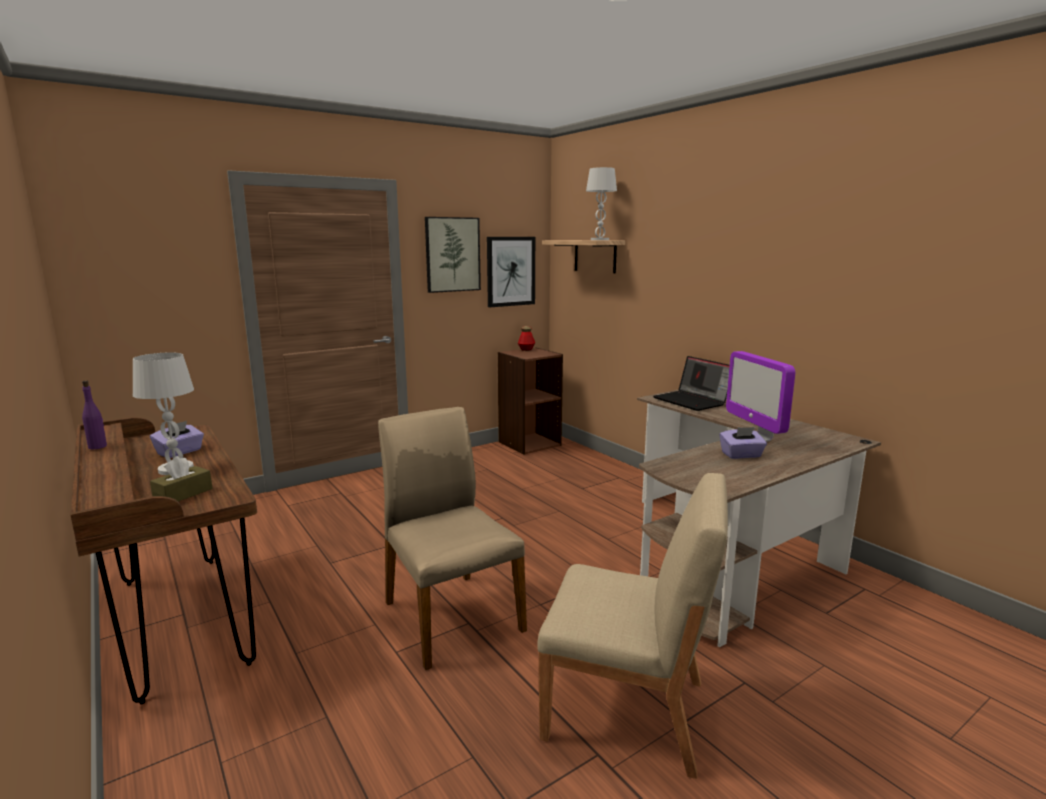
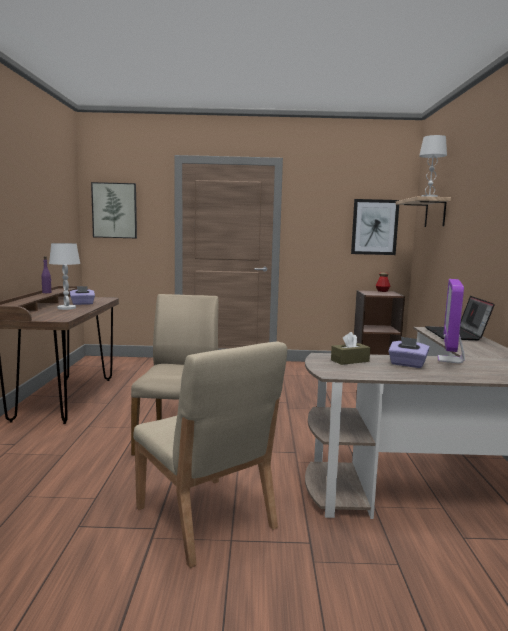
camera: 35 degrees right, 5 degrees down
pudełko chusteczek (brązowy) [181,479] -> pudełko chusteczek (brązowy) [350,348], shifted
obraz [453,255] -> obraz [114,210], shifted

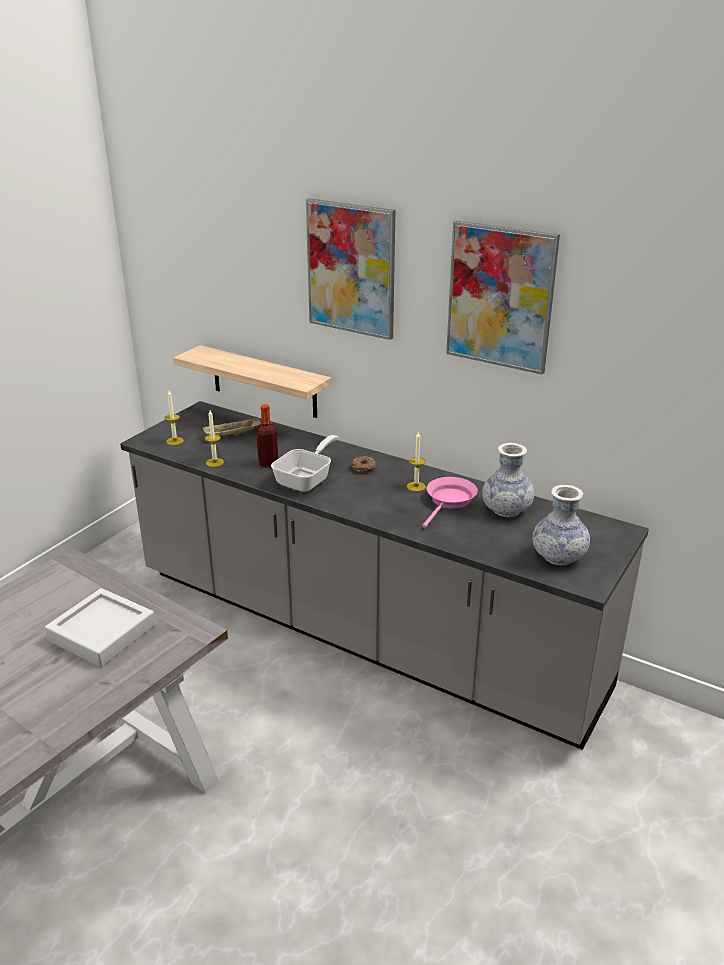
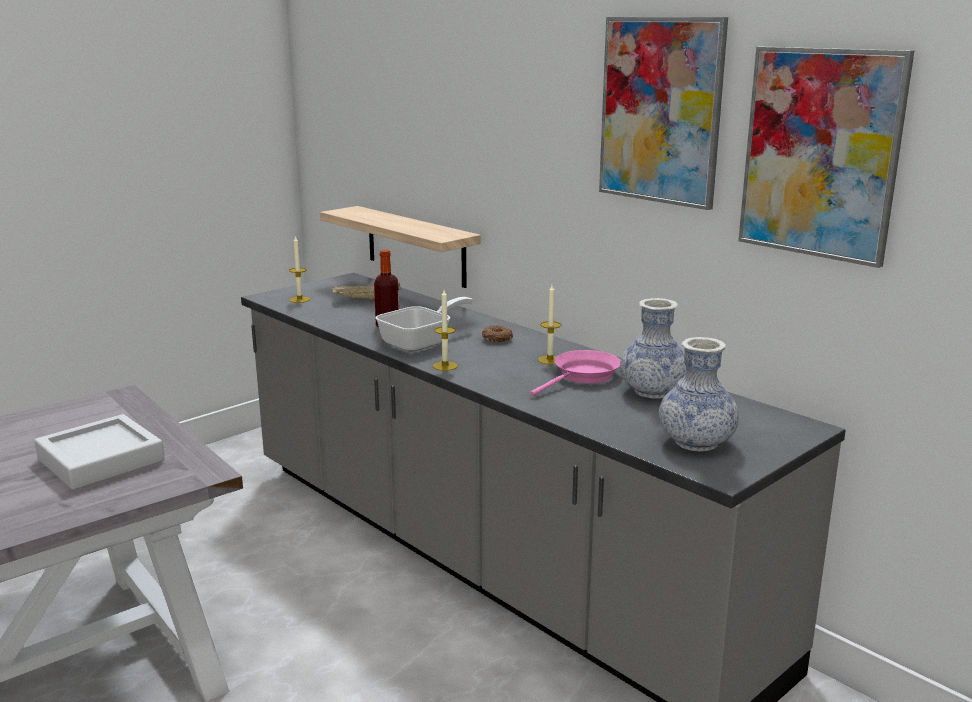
camera: 15 degrees right, 10 degrees down
świeca [214,438] -> świeca [445,330], shifted
obraz [351,269] -> obraz [826,157], shifted

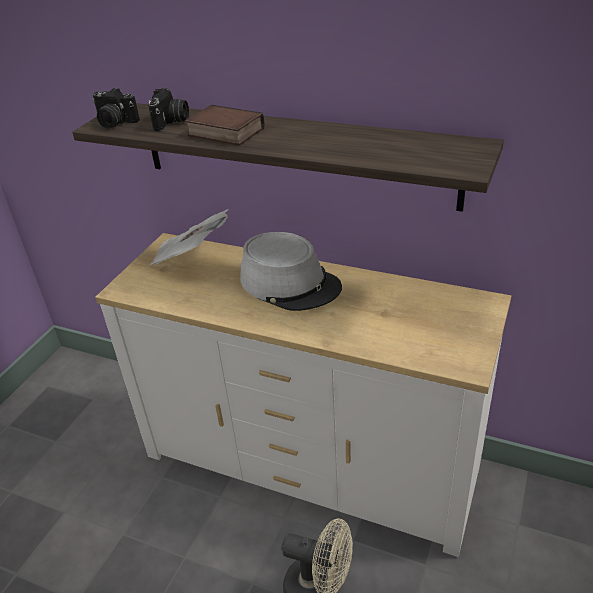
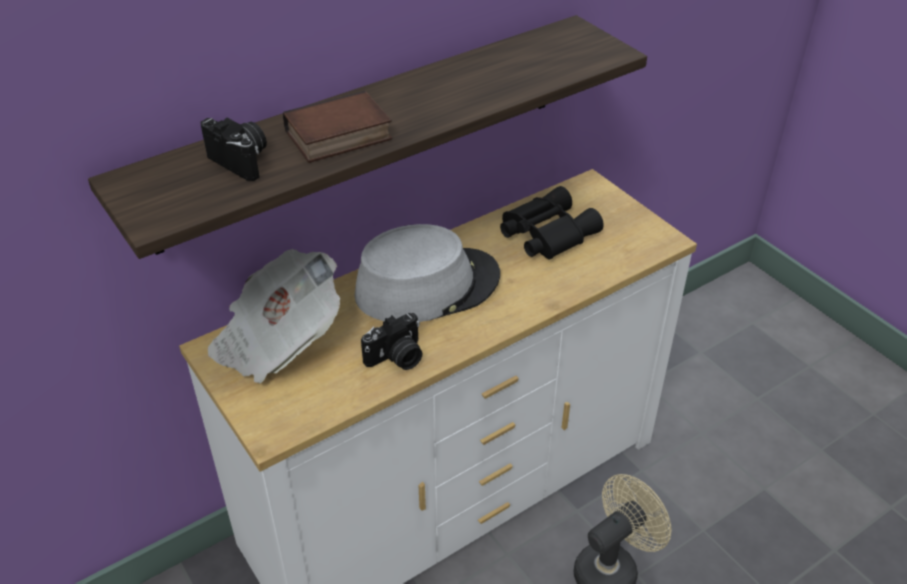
camera: 60 degrees left, 5 degrees up
none -> lornetka (czarny) [552,223]
aparat fotograficzny [116,108] -> aparat fotograficzny [392,341], shifted

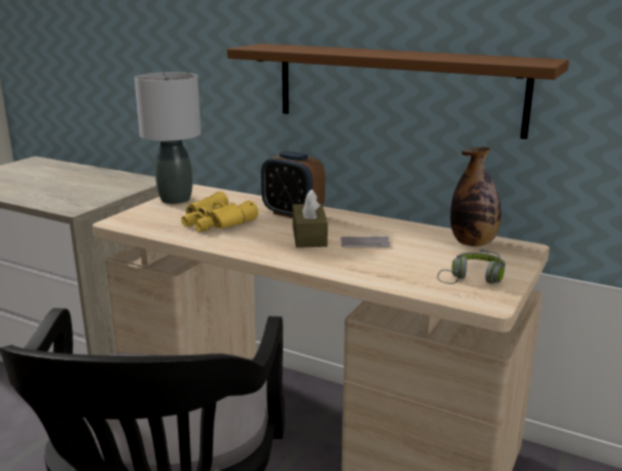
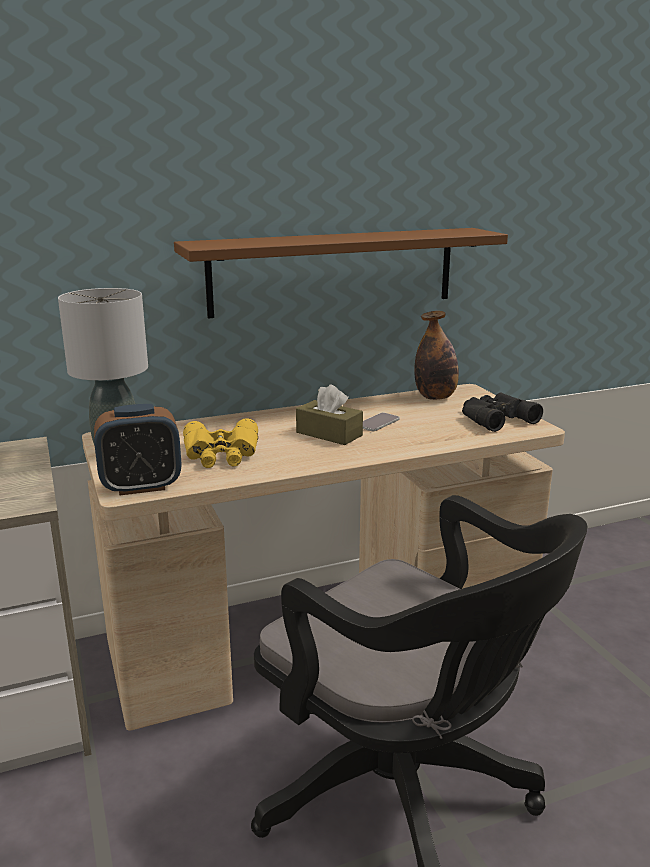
camera: 50 degrees left, 0 degrees up
budzik [293,184] -> budzik [137,450], shifted
słuchawki (szary) [471,266] -> lornetka (czarny) [502,412]

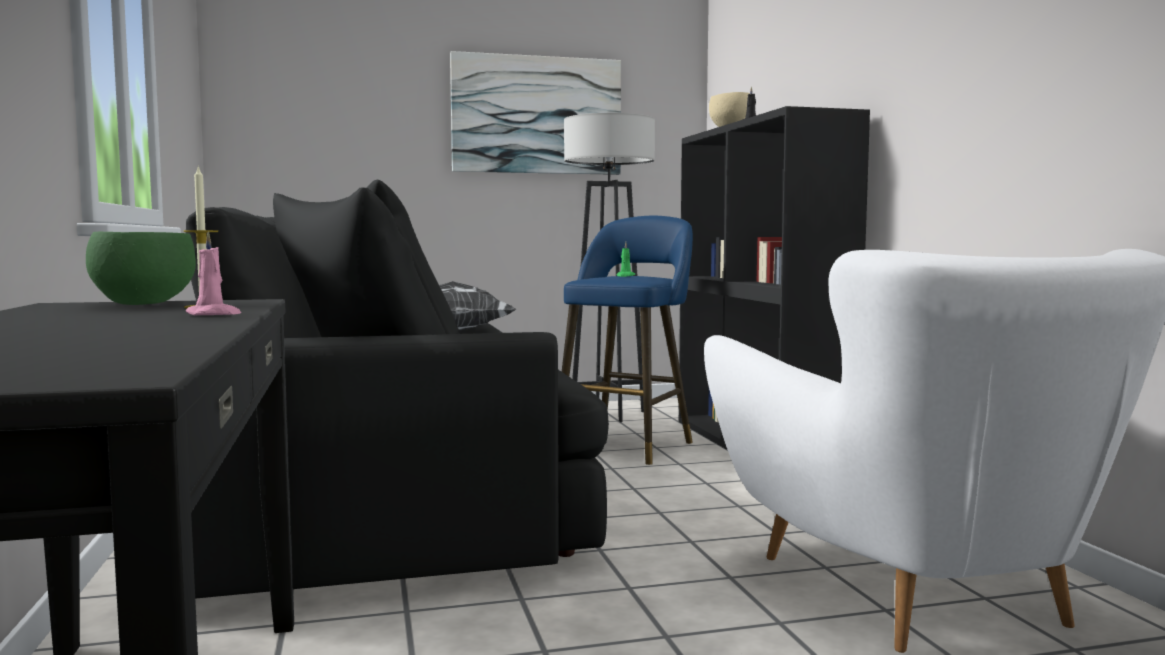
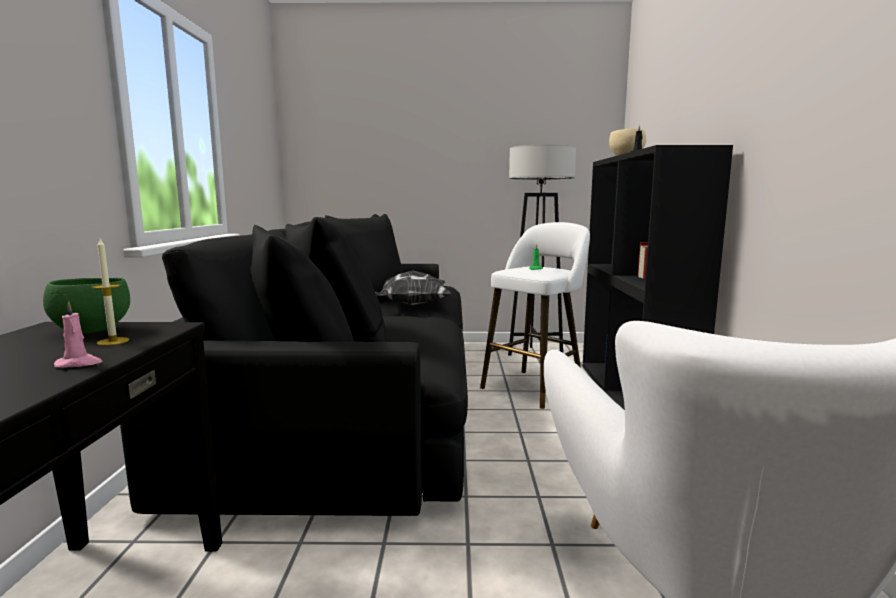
camera: 15 degrees right, 5 degrees up
obraz [535,113] -> none
stołek (niebieski) [627,340] -> stołek (biały) [535,315]

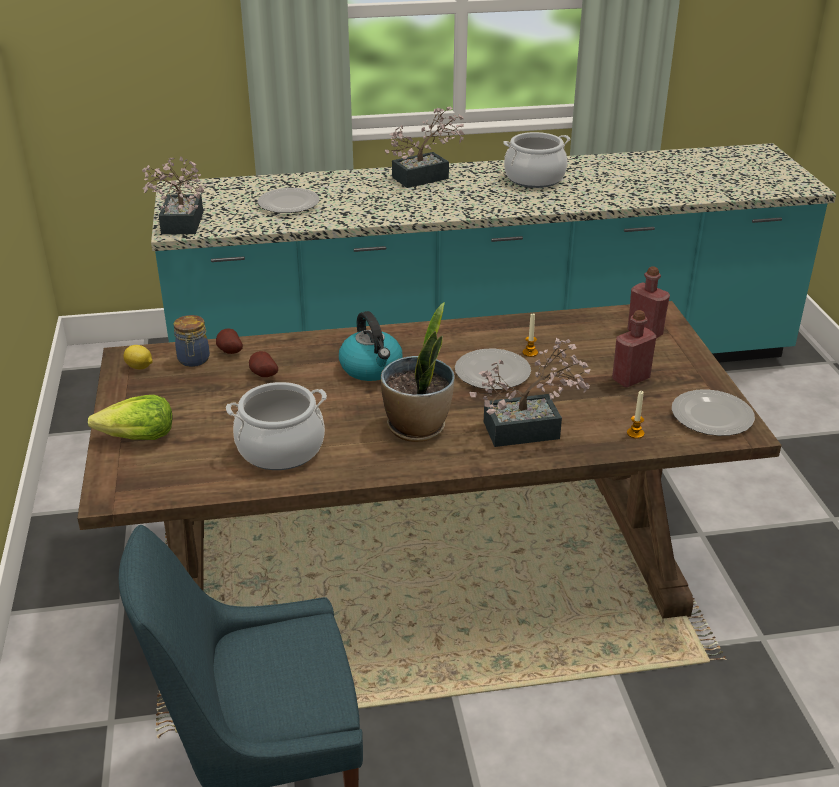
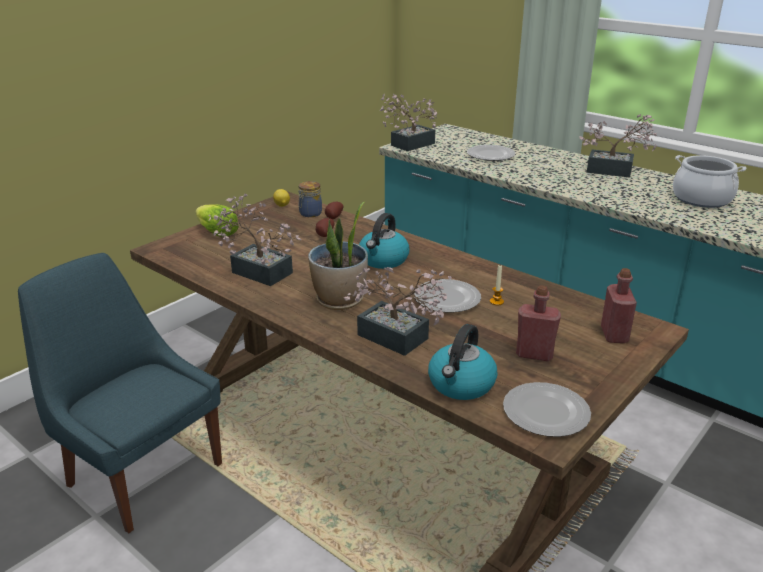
camera: 50 degrees right, 5 degrees down
garnek [276,426] -> roślina doniczkowa [255,240]
świeca [635,415] -> czajnik [462,362]

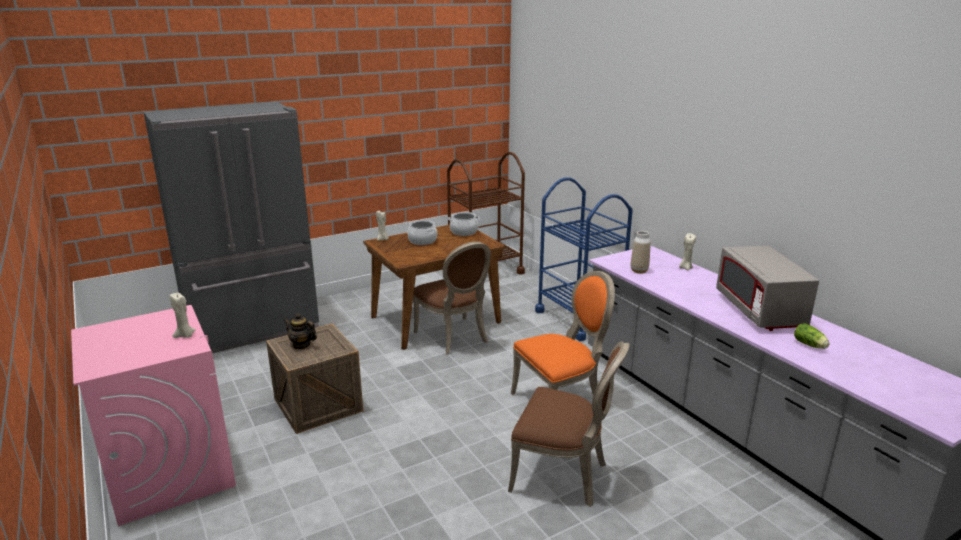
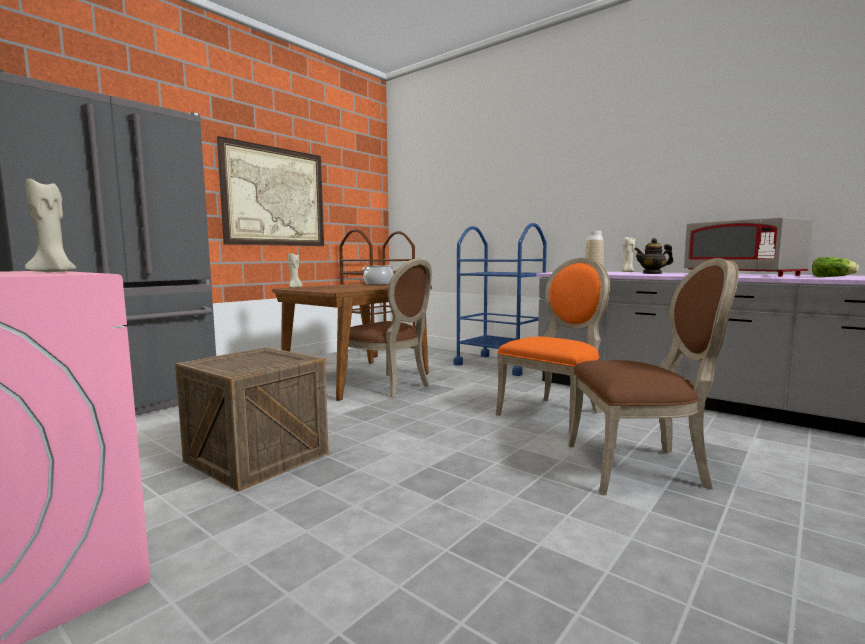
camera: 20 degrees left, 15 degrees down
garnek [422,232] -> none
none -> obraz [270,191]
imbryk [300,331] -> imbryk [653,256], shifted

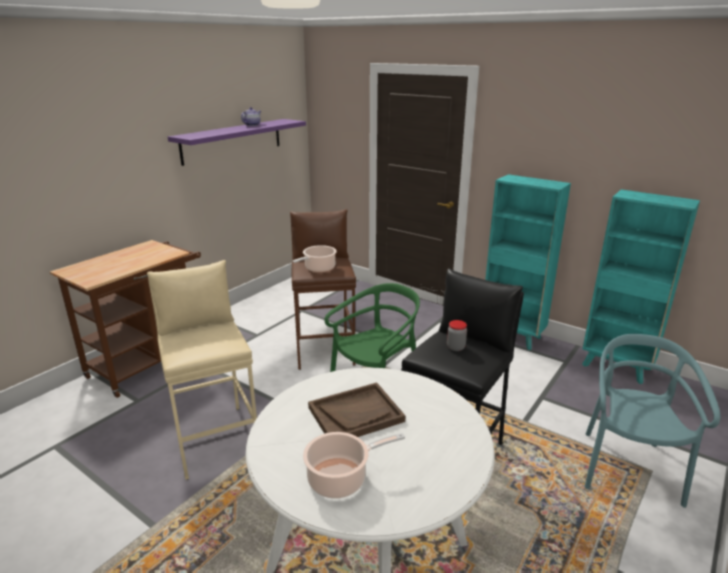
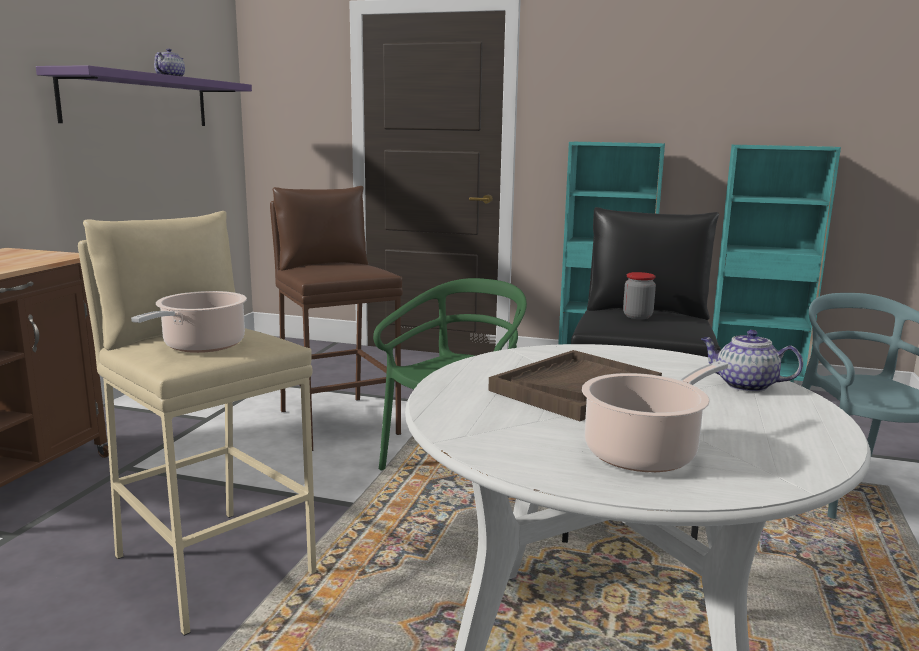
camera: 20 degrees left, 10 degrees down
none -> imbryk [752,361]
garnek [315,258] -> garnek [189,322], shifted

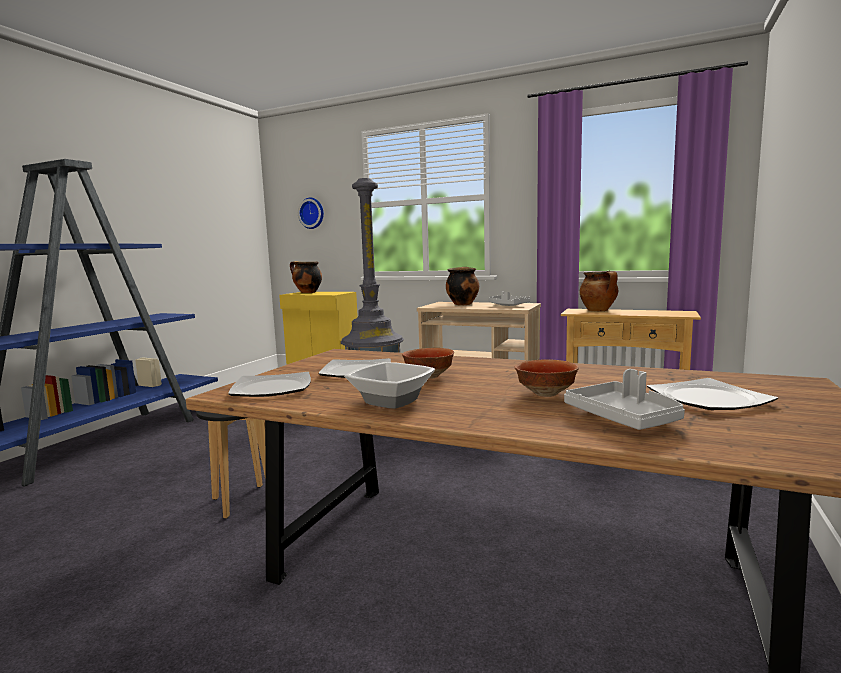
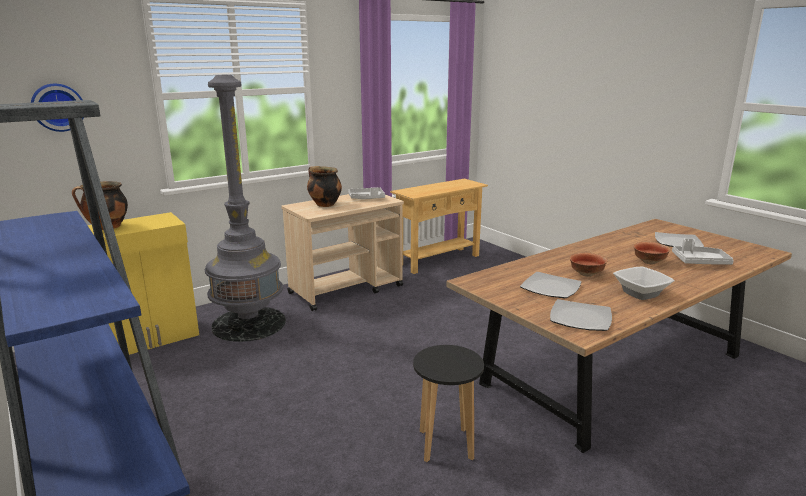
camera: 60 degrees left, 10 degrees up
garnek [598,291] -> none

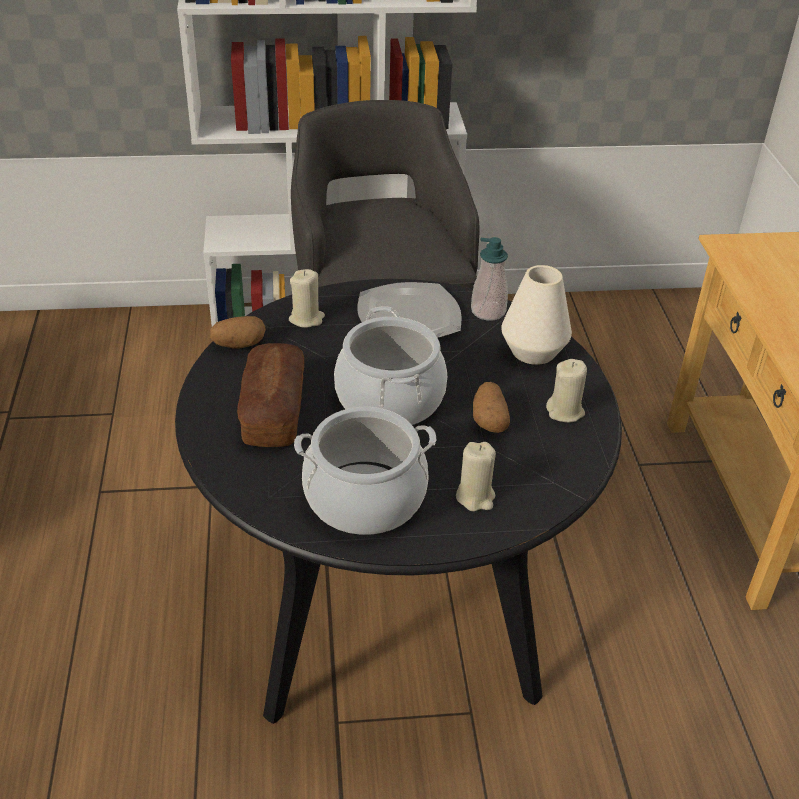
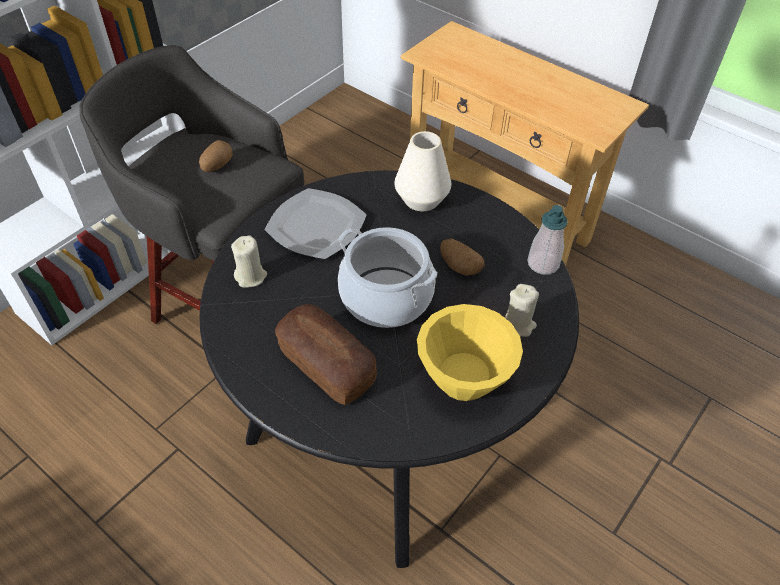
camera: 45 degrees left, 10 degrees up
świeca (beżowy) [566,391] -> none
ziemniak [238,332] -> ziemniak [216,156], shifted
dozownik mydła [489,278] -> dozownik mydła [548,240], shifted
garnek [365,471] -> miska (żółty) [470,352]

